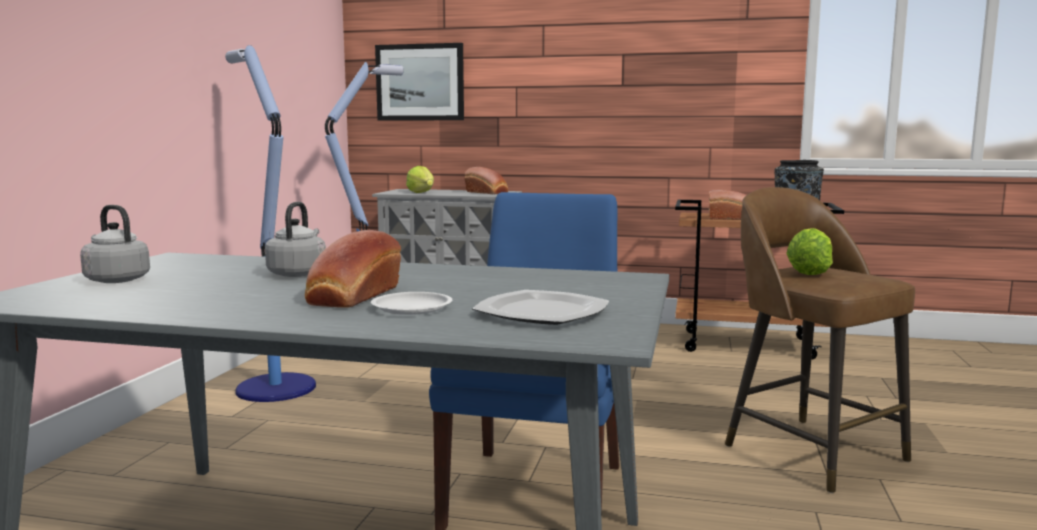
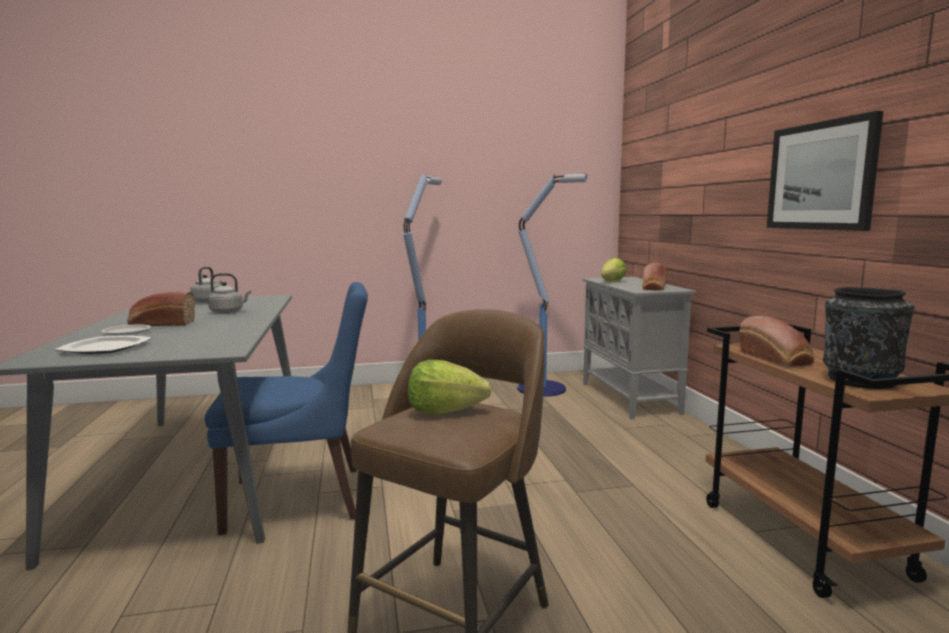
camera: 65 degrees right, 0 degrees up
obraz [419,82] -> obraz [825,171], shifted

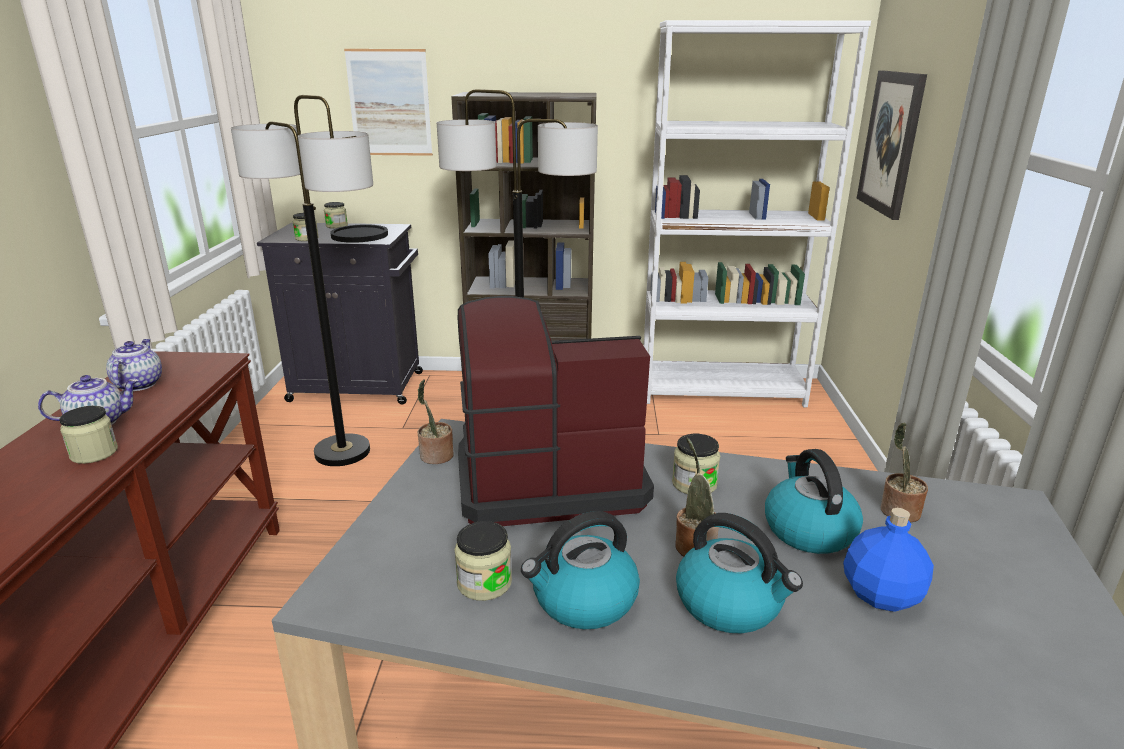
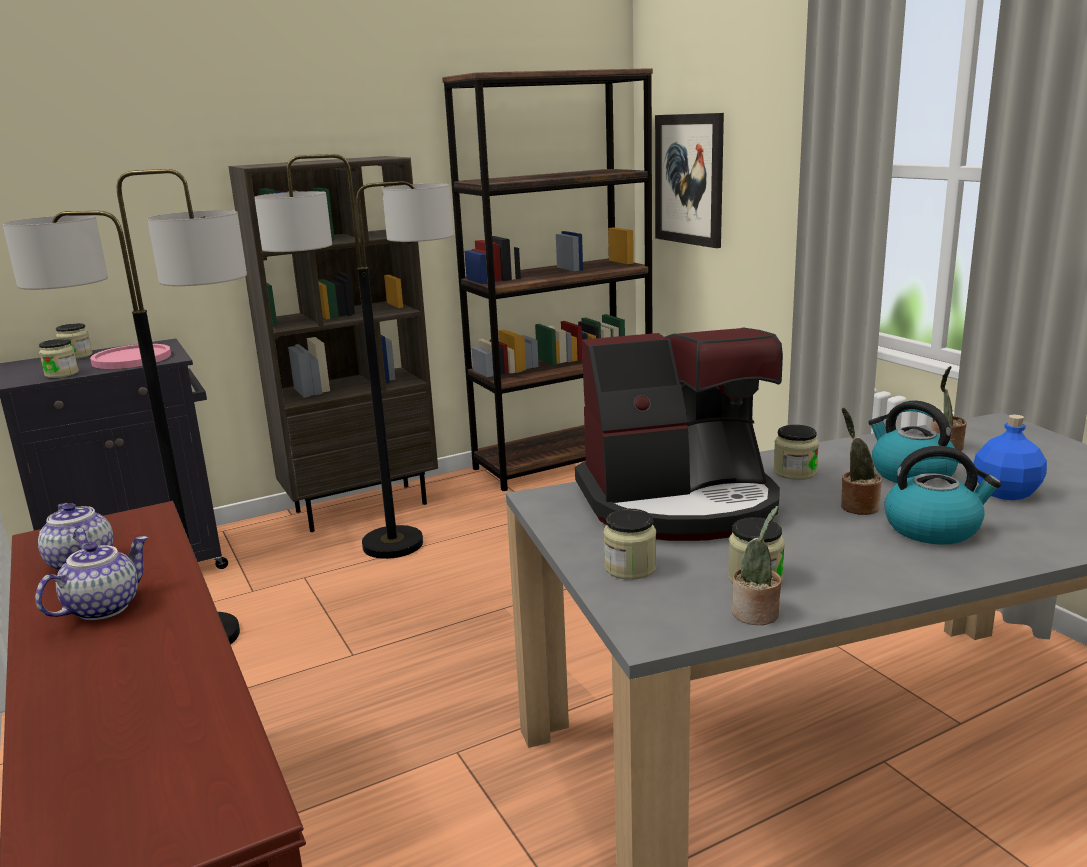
camera: 30 degrees left, 5 degrees down
obraz [388,102] -> none
czajnik [580,570] -> none
słoik [88,435] -> słoik [630,544], shifted
roślina doniczkowa [436,421] -> roślina doniczkowa [757,565], shifted
talerz (czarny) [359,233] -> talerz (różowy) [130,356]
regał (biały) [757,214] -> regał (brązowy) [547,279]
ekspres do kawy [556,411] -> ekspres do kawy [679,434], 150 degrees counterclockwise

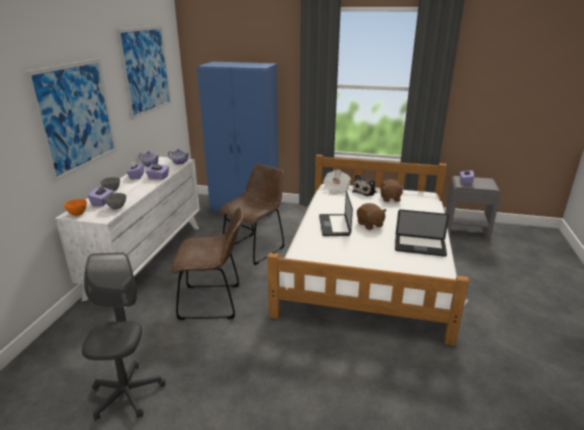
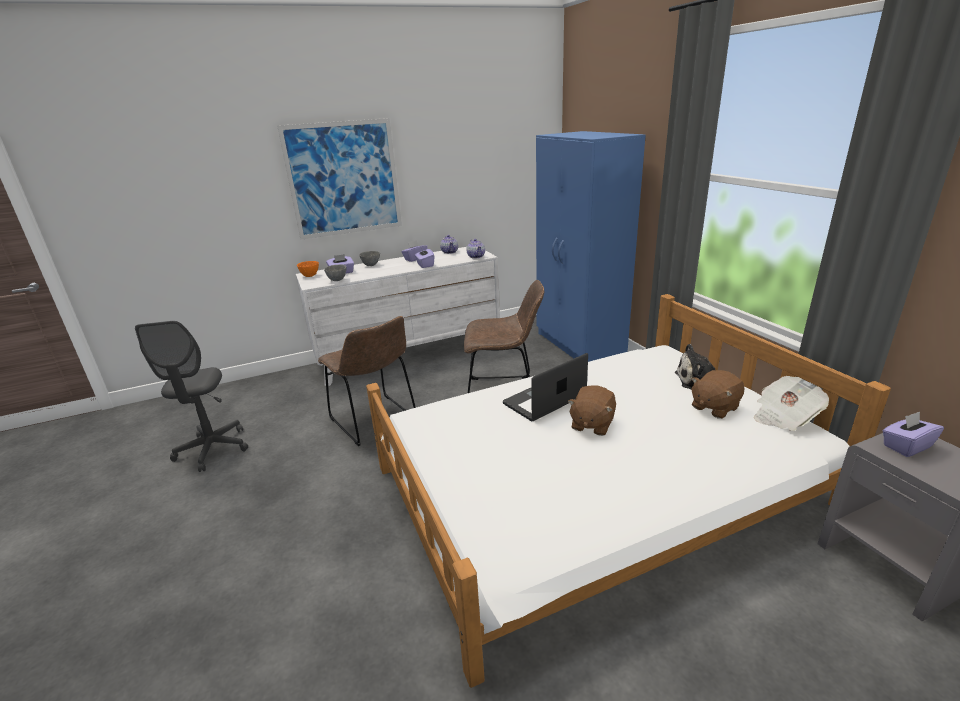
camera: 55 degrees right, 0 degrees up
obraz [144,72] -> none
laptop [422,233] -> none
gazeta [337,182] -> gazeta [791,403], shifted
krzesło biurowe (szary) [123,337] -> krzesło biurowe (szary) [191,396], 120 degrees clockwise

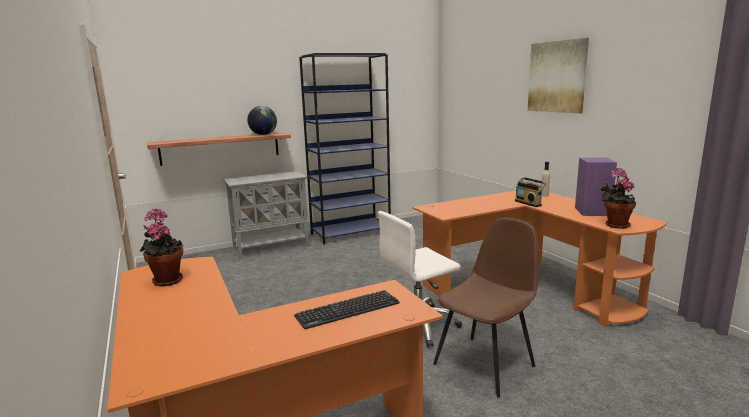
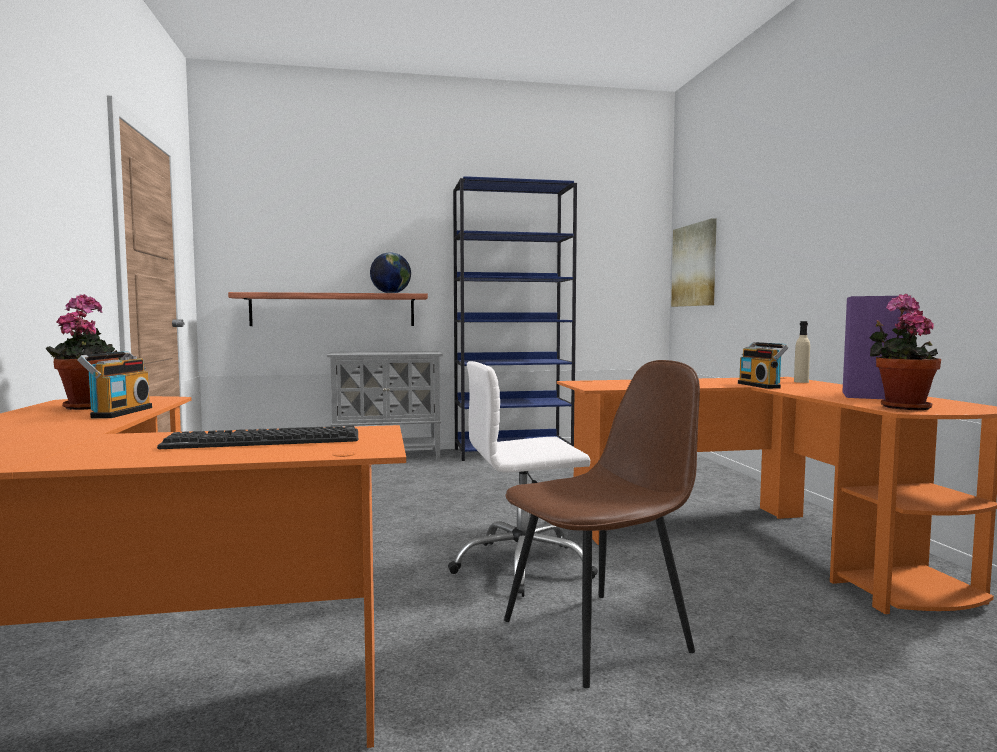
camera: 15 degrees right, 10 degrees down
none -> radio [114,384]
obraz [558,75] -> obraz [694,262], shifted

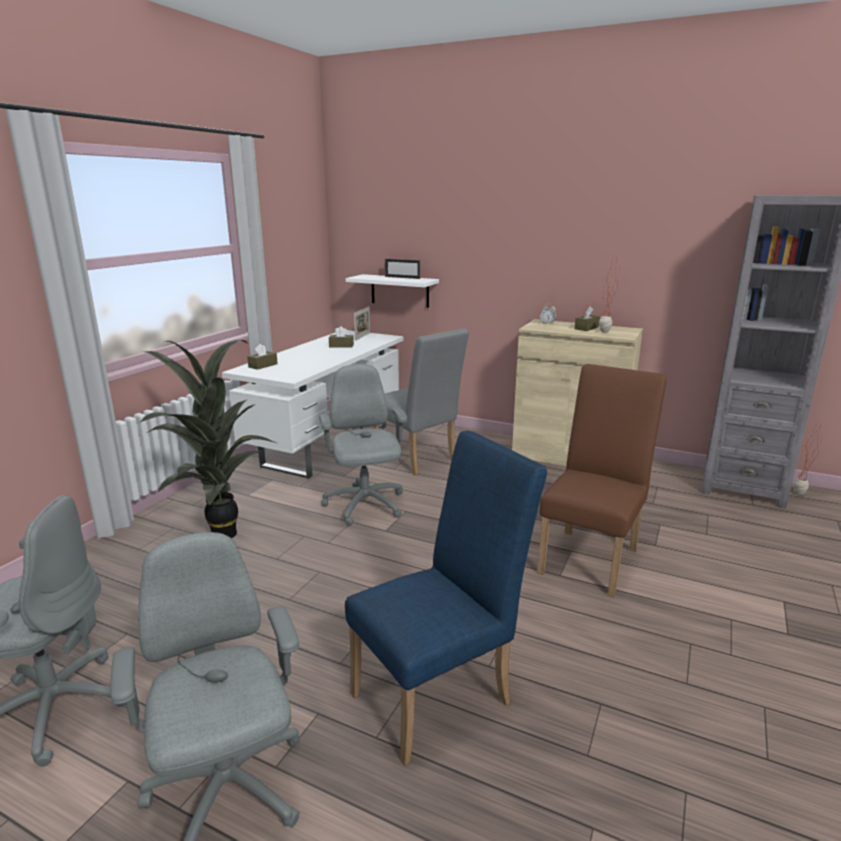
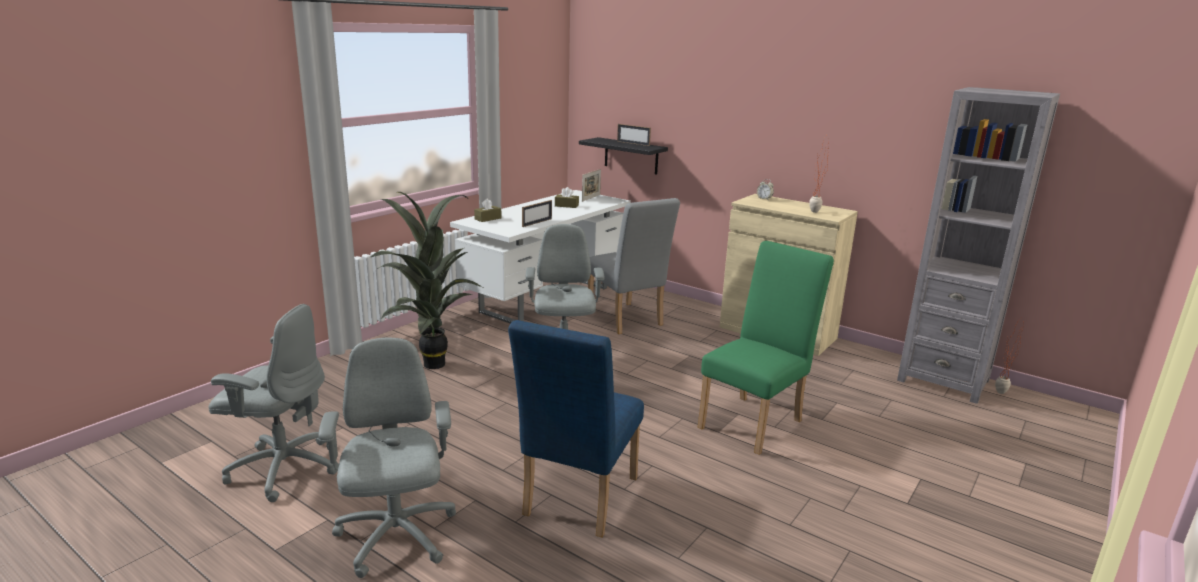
camera: 10 degrees right, 0 degrees up
pudełko chusteczek (brązowy) [587,319] -> none
none -> ramka na zdjęcie [537,213]
półka (biały) [392,291] -> półka (czarny) [623,156]
krzesło (brązowy) [602,480] -> krzesło (zielony) [765,348]
krzesło (niebieski) [446,598] -> krzesło (niebieski) [576,429], 135 degrees clockwise

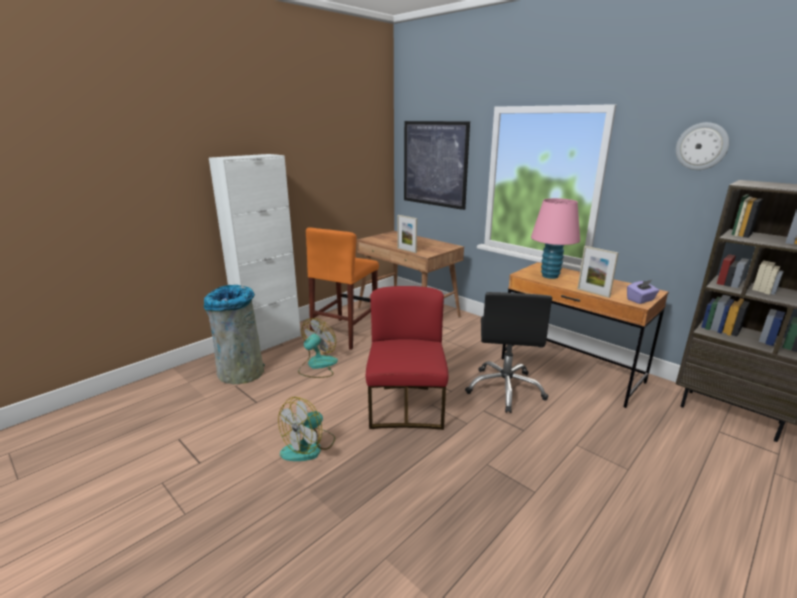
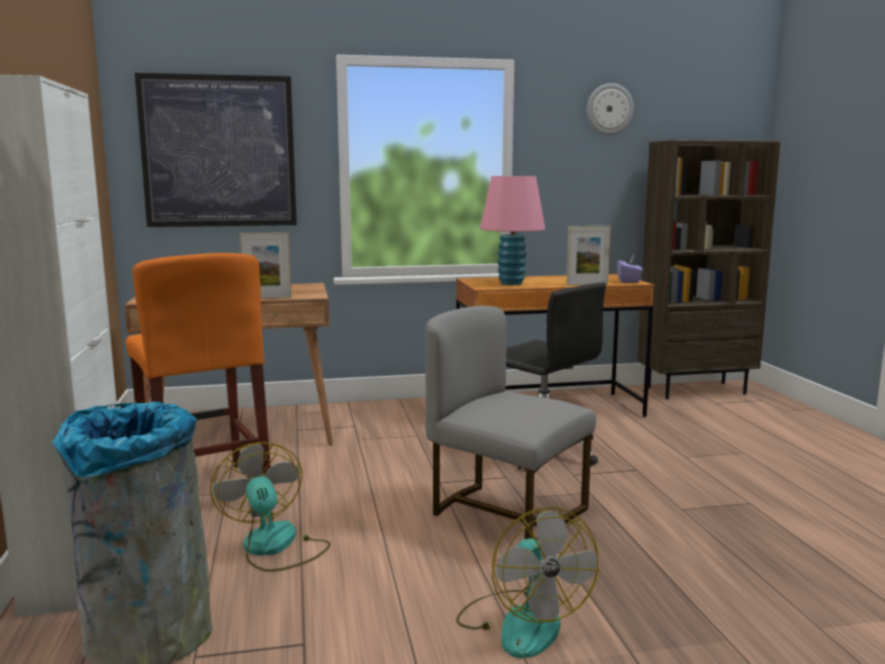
camera: 55 degrees left, 10 degrees down
krzesło (czerwony) [407,358] -> krzesło (szary) [510,423]

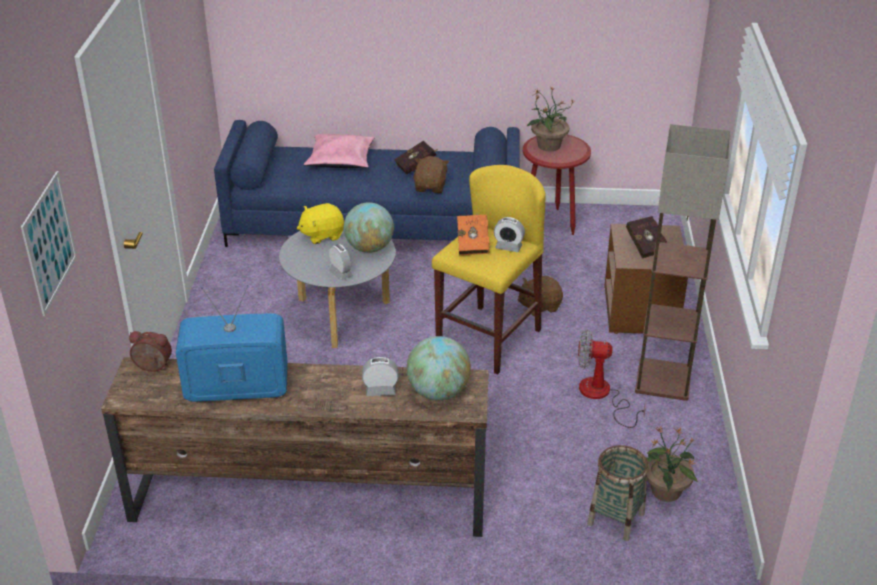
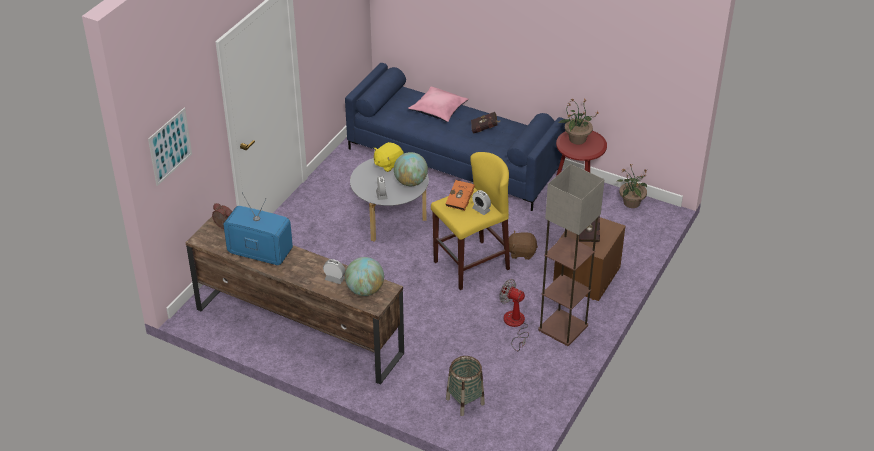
camera: 25 degrees right, 5 degrees up
pluszak (brązowy) [431,174] -> none
roślina doniczkowa [672,464] -> roślina doniczkowa [631,185], shifted
pluszak (żółty) [320,223] -> pluszak (żółty) [388,157], 45 degrees counterclockwise

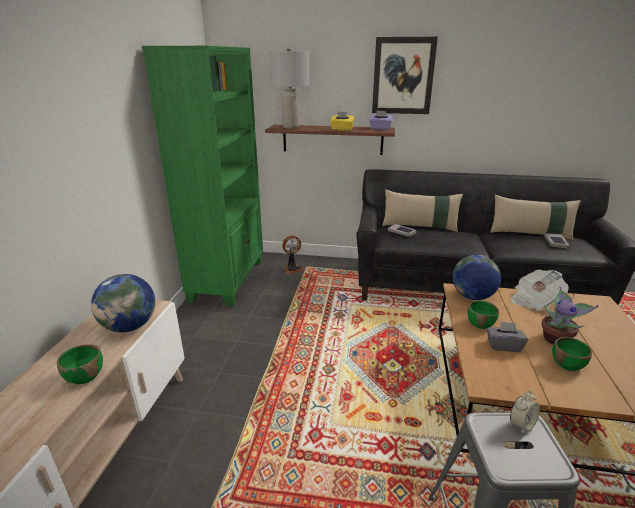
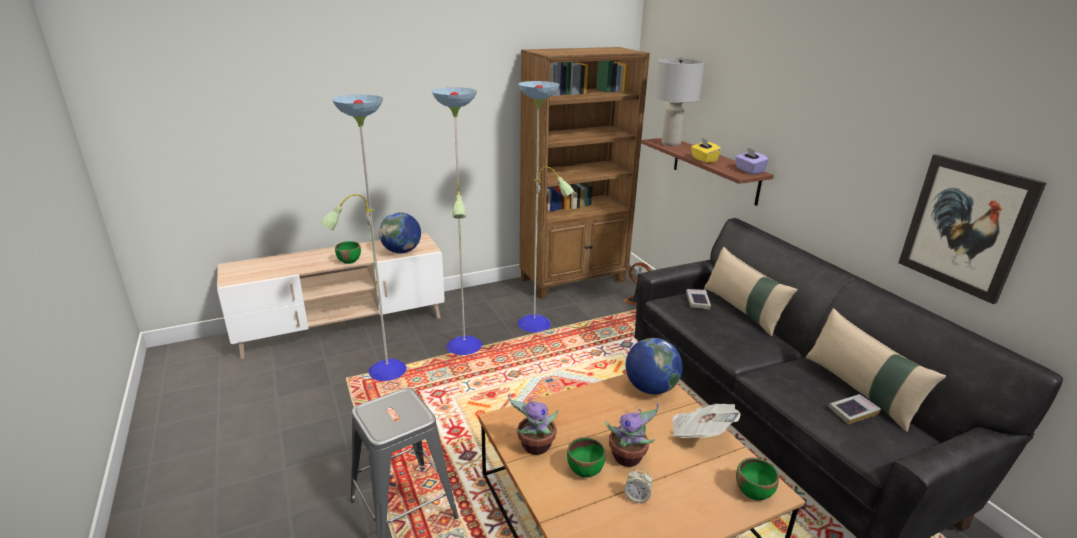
camera: 55 degrees right, 0 degrees up
pudełko chusteczek (szary) [507,336] -> none
none -> lampa stojąca [447,231]
none -> roślina doniczkowa [533,424]
obraz [405,75] -> obraz [972,229], shifted
miska (zielony) [483,314] -> miska (zielony) [757,479], shifted
budzik [525,412] -> budzik [638,485], shifted
regał (zielony) [202,176] -> regał (brązowy) [585,173]

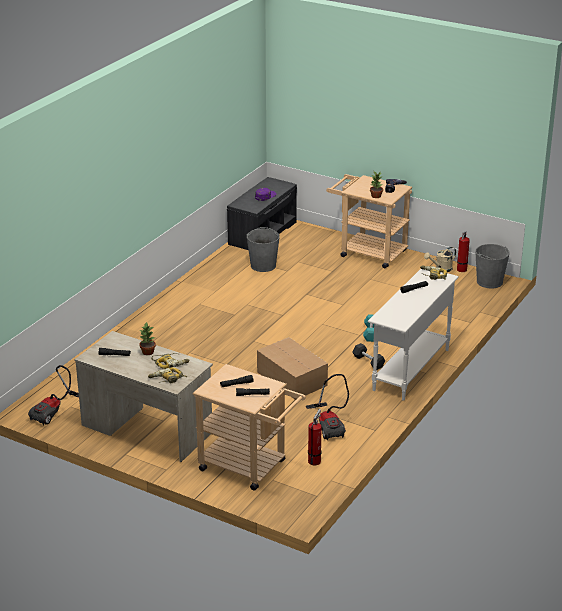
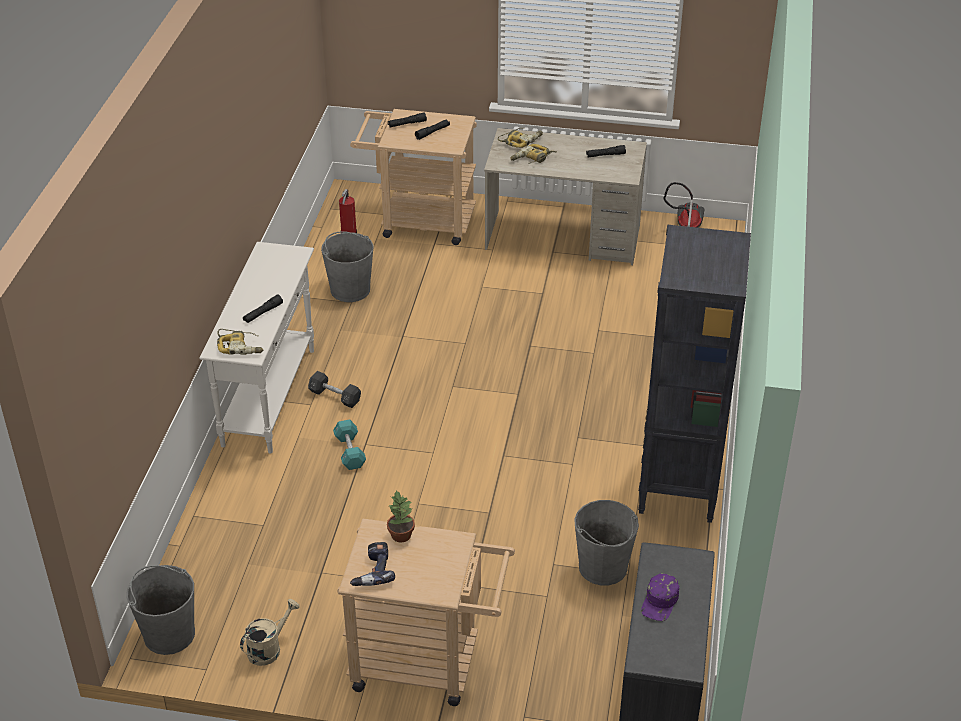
camera: 160 degrees right, 10 degrees up
roślina doniczkowa [147,338] -> none
karton [292,368] -> none
gaśnica [463,251] -> none
none -> regał (czarny) [694,374]
odkurzacz [327,407] -> wiadro (szary) [347,266]

